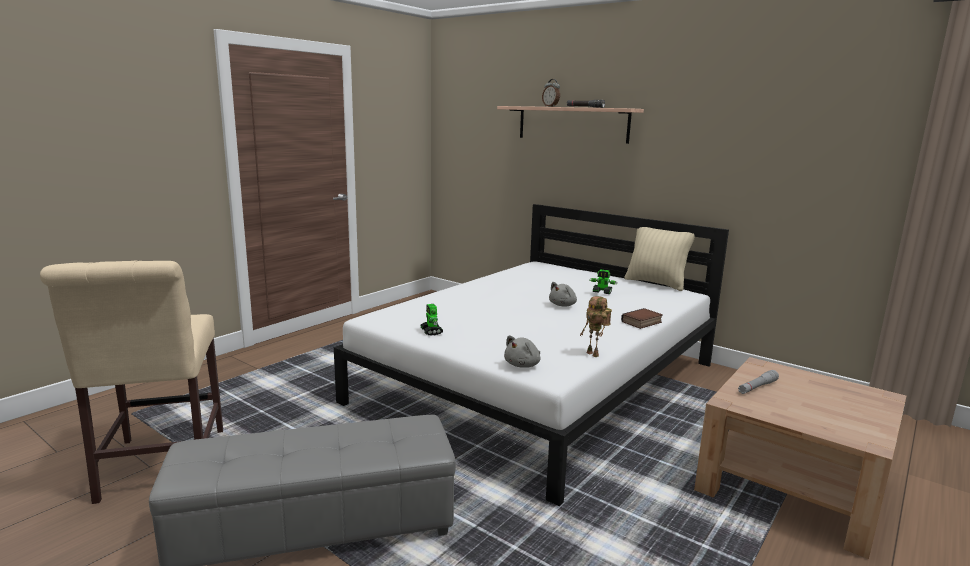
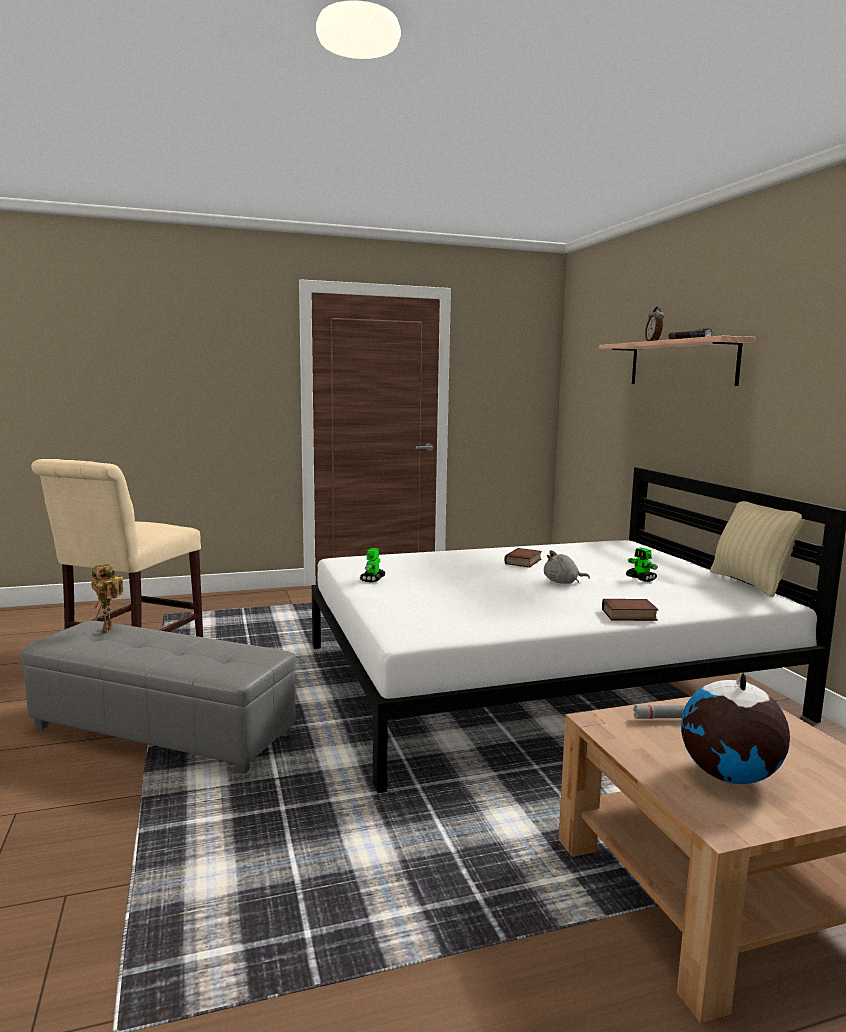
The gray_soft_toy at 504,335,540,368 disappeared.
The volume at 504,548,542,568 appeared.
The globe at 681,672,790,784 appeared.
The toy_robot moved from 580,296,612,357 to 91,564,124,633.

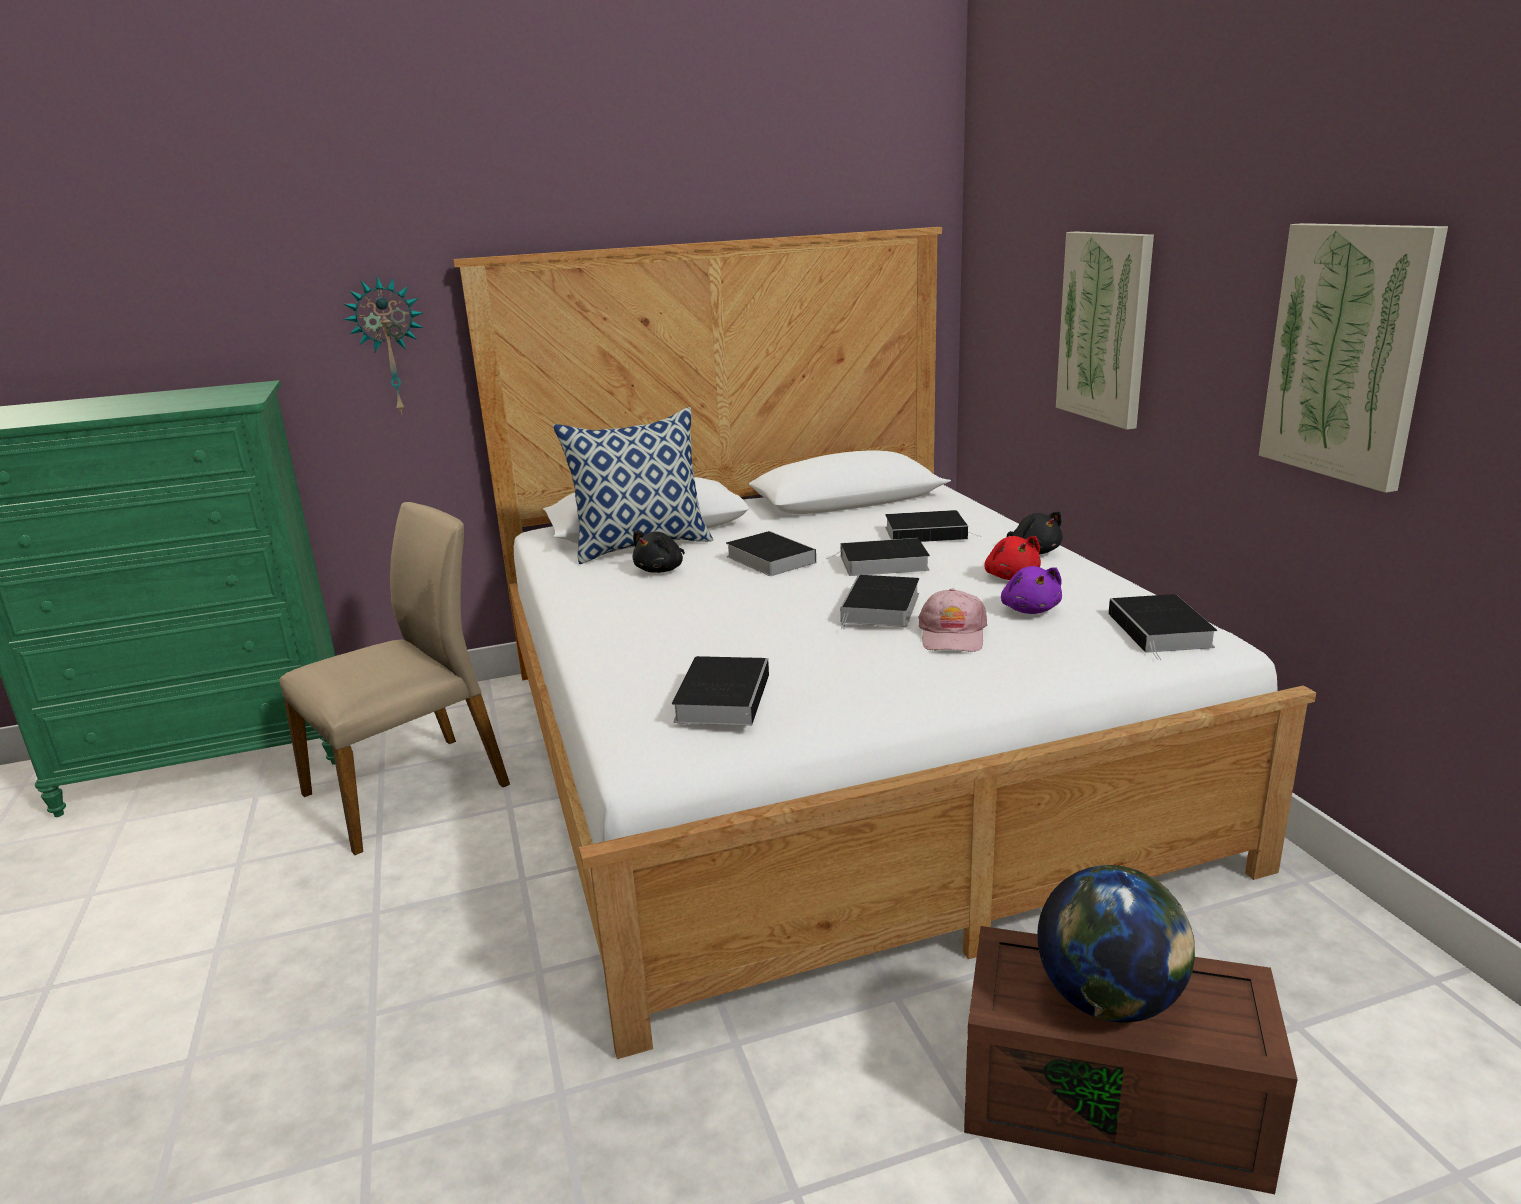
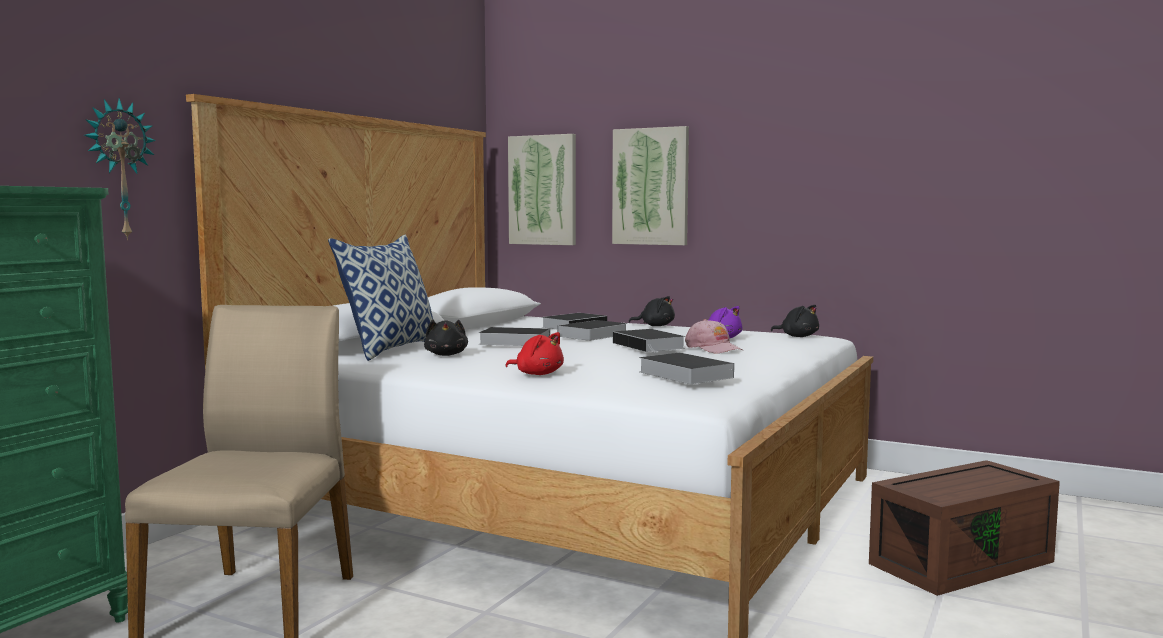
The globe at 1037,865,1195,1023 disappeared.
The reddish_soft_toy moved from 984,536,1041,580 to 506,332,564,375.
The picture moved from 1259,223,1448,493 to 508,134,576,245.
The volume at 1109,594,1217,660 was replaced by the black_soft_toy at 771,305,819,337.

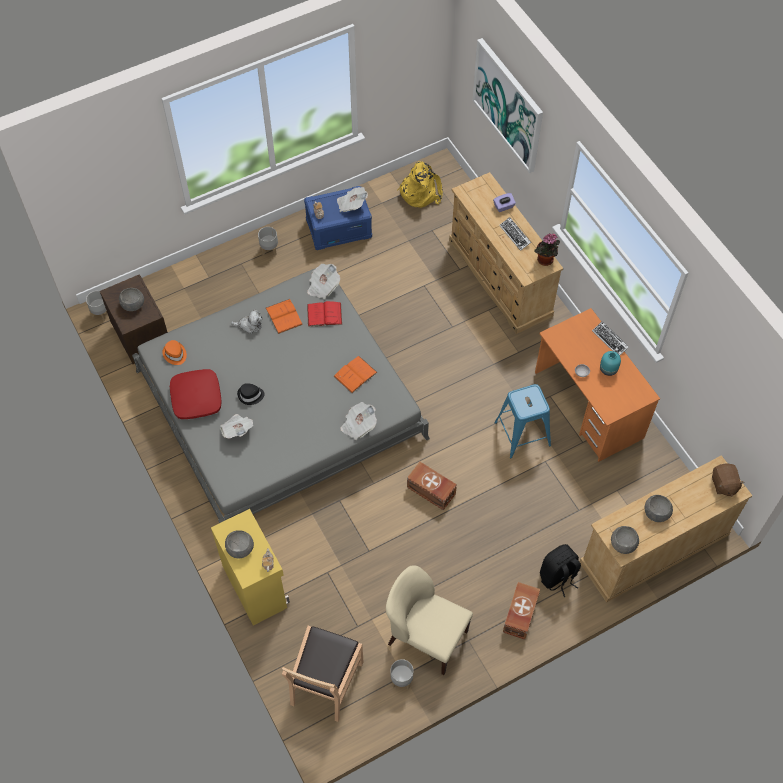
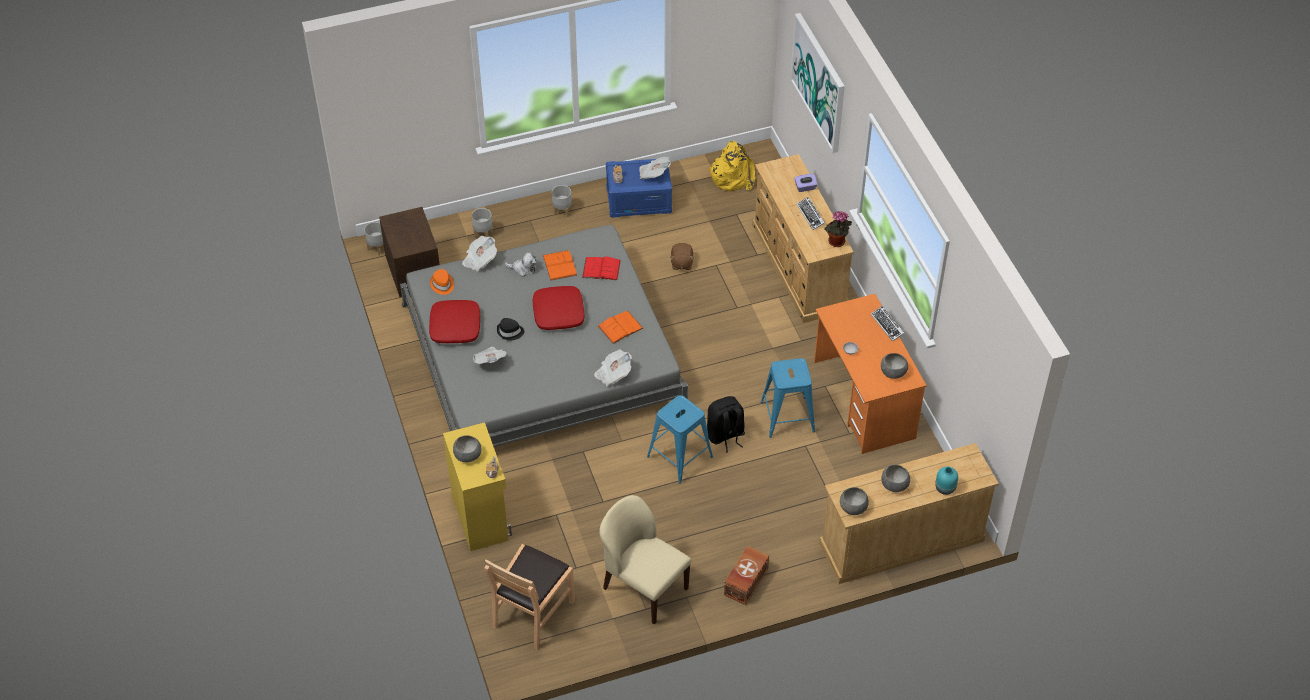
The reddish_cushion at 533,286,585,330 appeared.
The gray_deep_dish moved from 119,288,144,311 to 881,353,908,379.
The daily_paper moved from 307,263,340,299 to 462,236,497,271.
The gray_plant_pot moved from 391,659,413,689 to 472,208,493,238.
The black_rucksack moved from 540,544,581,597 to 707,396,745,453.
The turquoise-coloured_flower_vase moved from 600,351,621,376 to 935,466,958,495.
The brown-coloured_soft_toy moved from 712,463,745,497 to 670,243,694,270.
The brown-coloured_storage_box at 407,462,457,510 was replaced by the blue_sitting_stool at 647,395,713,484.

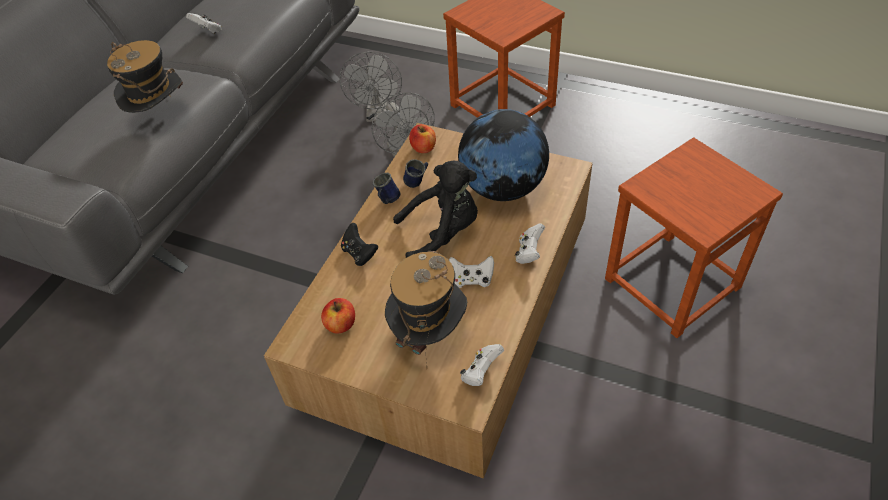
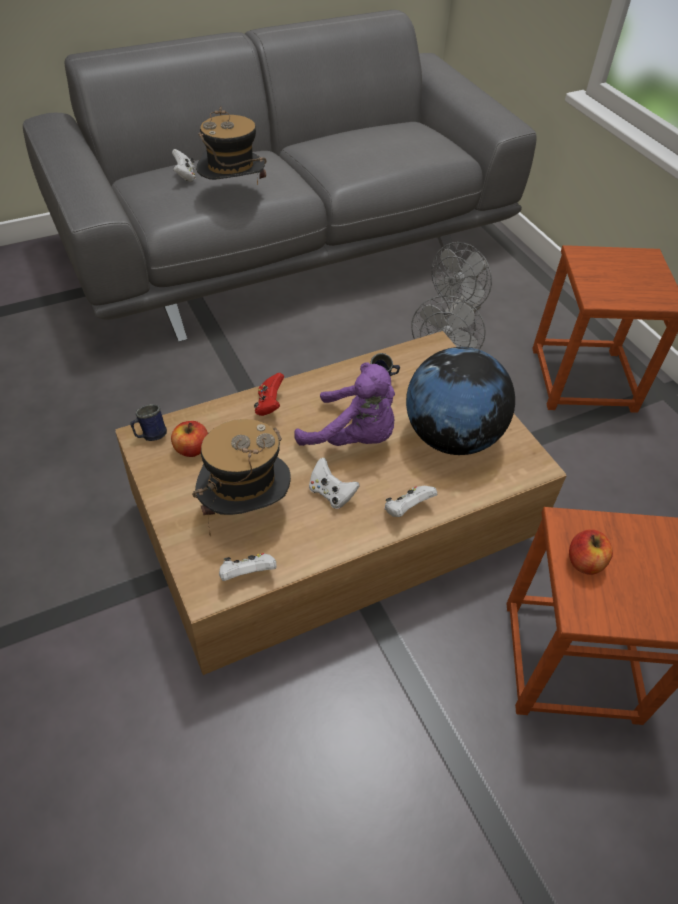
The whitish_gamepad moved from 186,13,222,34 to 172,149,196,182.
The blue_tea_mug moved from 373,173,400,204 to 130,404,167,441.
The whole_apple moved from 409,124,436,153 to 569,529,613,575.
The black_gamepad at 341,223,378,266 became the reddish_gamepad at 254,373,284,416.
The black_soft_toy at 393,161,478,258 became the purple_soft_toy at 294,363,395,446.

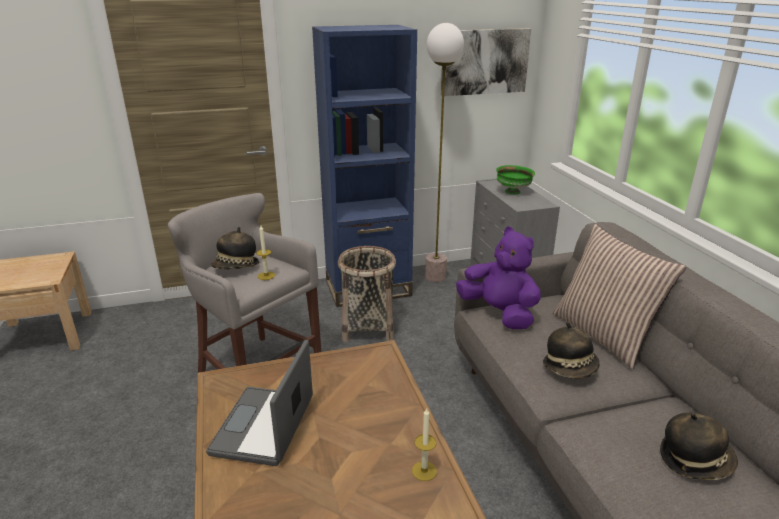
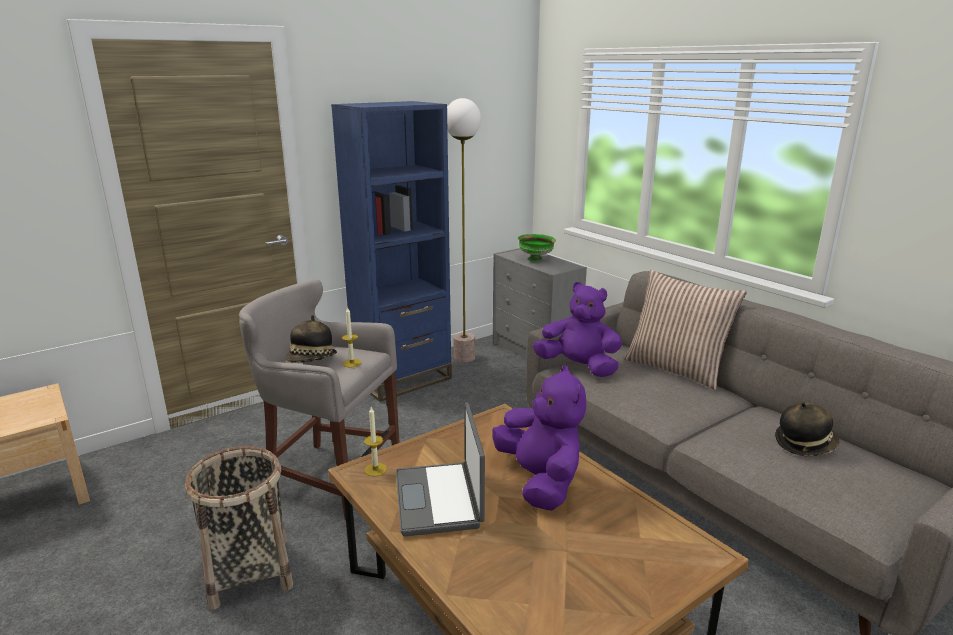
The picture at 441,28,531,96 disappeared.
The clothing_hat at 543,322,600,378 disappeared.
The purple_soft_toy at 492,365,586,511 appeared.
The storage_basket moved from 338,246,396,342 to 185,446,293,610.
The wax_candle moved from 412,408,437,481 to 364,407,387,476.

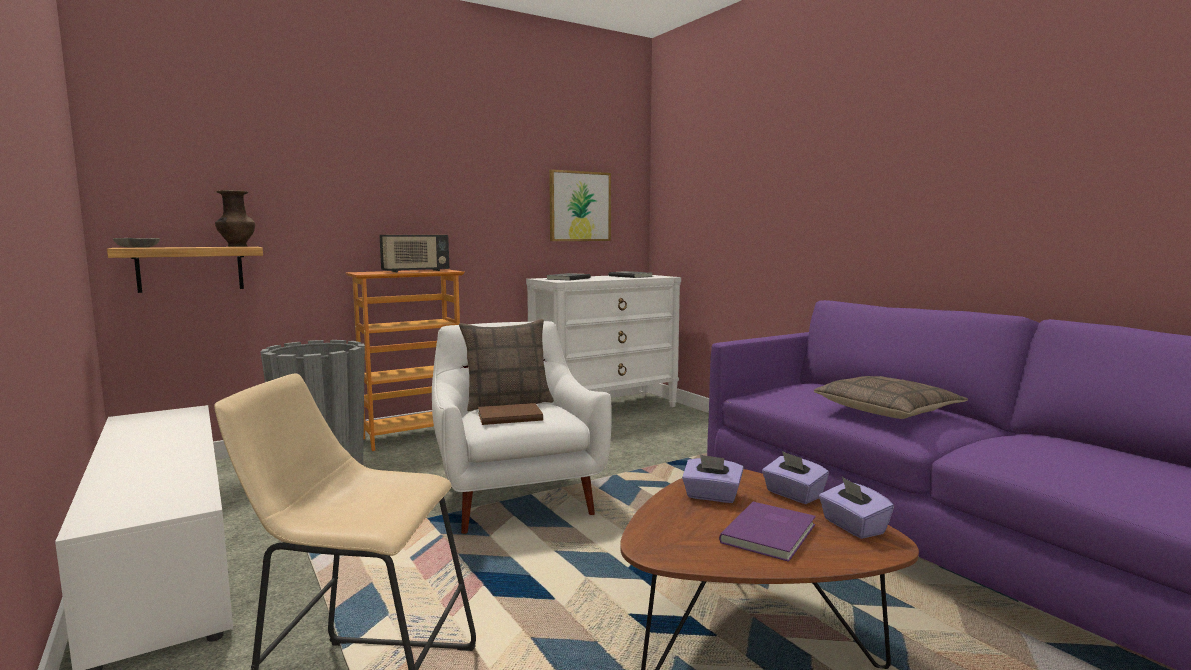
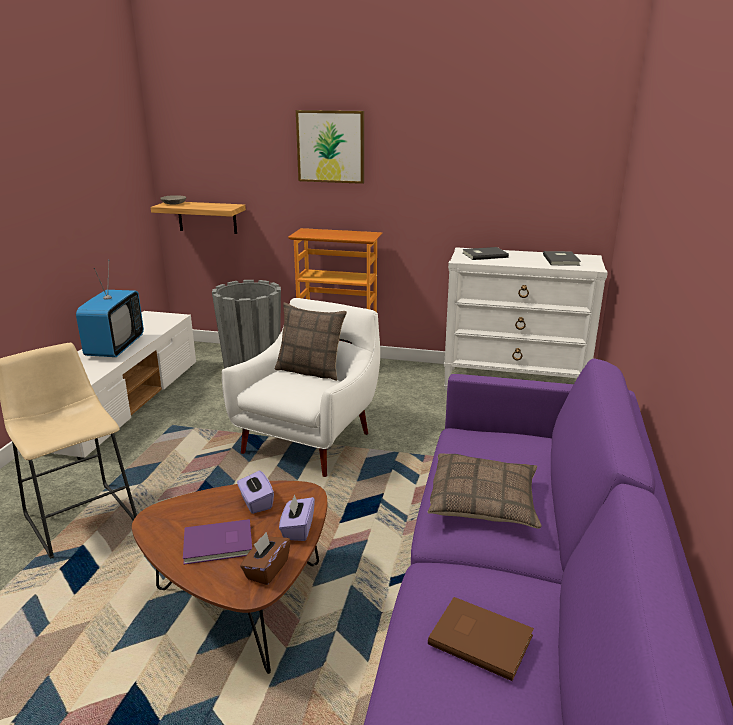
The brown-coloured_flower_vase at 215,190,255,247 disappeared.
The radio at 379,235,449,272 disappeared.
The TV_set at 76,264,144,357 appeared.
The brown-coloured_volume moved from 478,403,543,425 to 428,597,534,681.
The picture moved from 549,169,611,241 to 296,110,364,184.
The purple_tissue_holder at 819,477,894,539 became the brown-coloured_tissue_holder at 240,532,291,585.

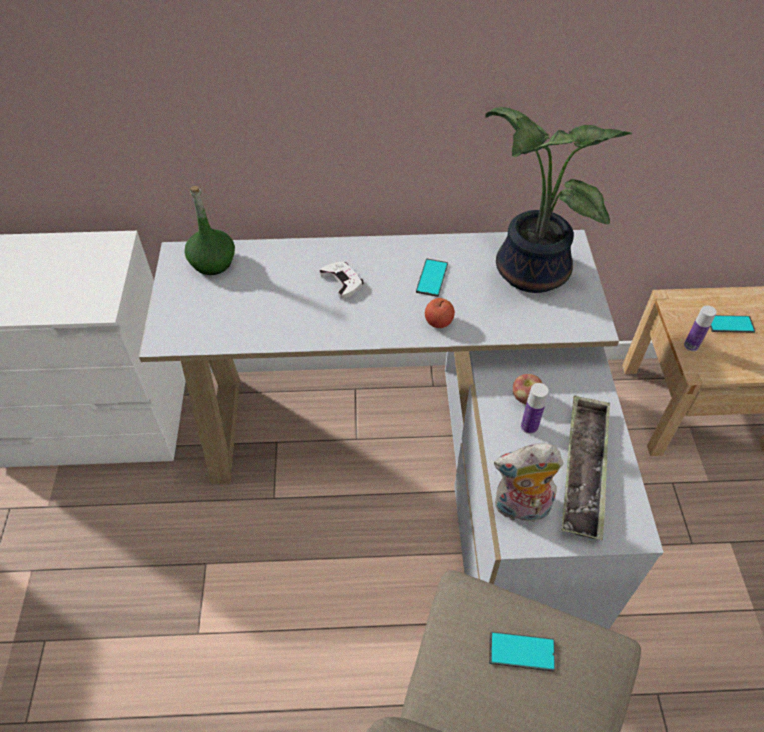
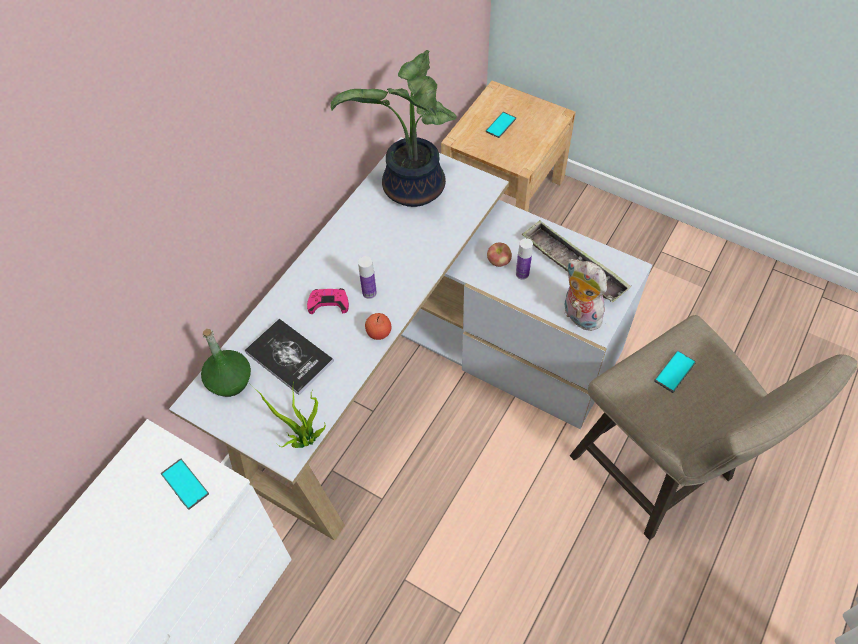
The volume at 245,319,334,395 appeared.
The houseplant at 250,380,326,448 appeared.
The phone moved from 416,259,448,297 to 161,459,209,510.
The whole_apple moved from 425,298,455,328 to 365,313,391,340.
The drink_bottle moved from 684,305,717,351 to 358,256,377,299.
The whitish_gamepad at 320,261,364,299 became the pinkish_gamepad at 307,288,349,314.
The soft_toy at 494,444,563,526 turned 105 degrees clockwise.

